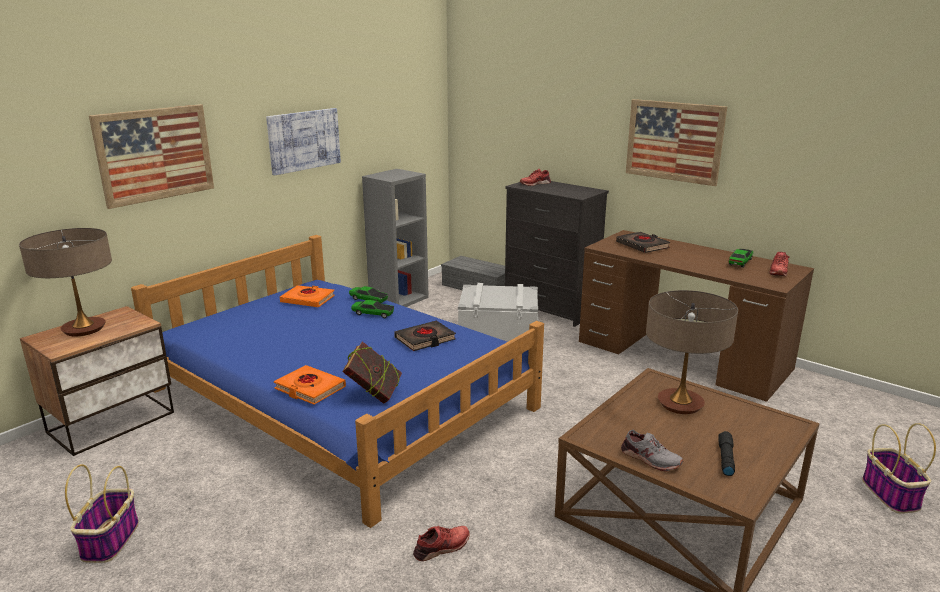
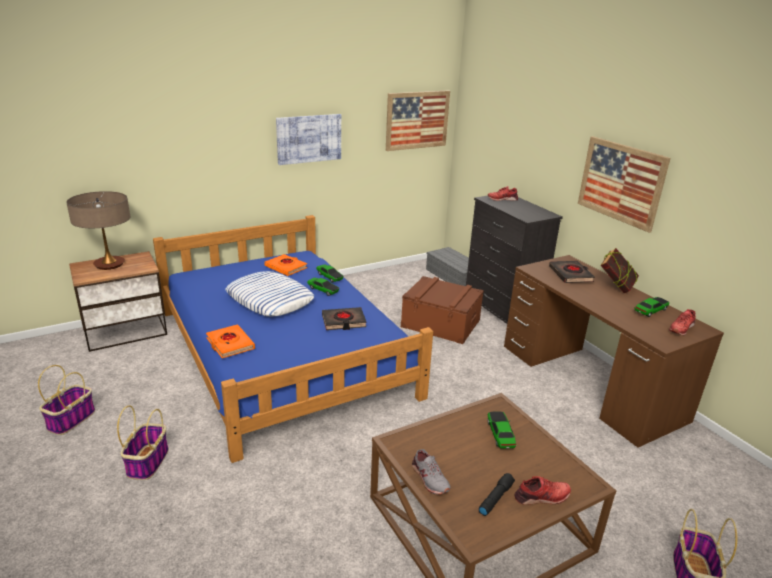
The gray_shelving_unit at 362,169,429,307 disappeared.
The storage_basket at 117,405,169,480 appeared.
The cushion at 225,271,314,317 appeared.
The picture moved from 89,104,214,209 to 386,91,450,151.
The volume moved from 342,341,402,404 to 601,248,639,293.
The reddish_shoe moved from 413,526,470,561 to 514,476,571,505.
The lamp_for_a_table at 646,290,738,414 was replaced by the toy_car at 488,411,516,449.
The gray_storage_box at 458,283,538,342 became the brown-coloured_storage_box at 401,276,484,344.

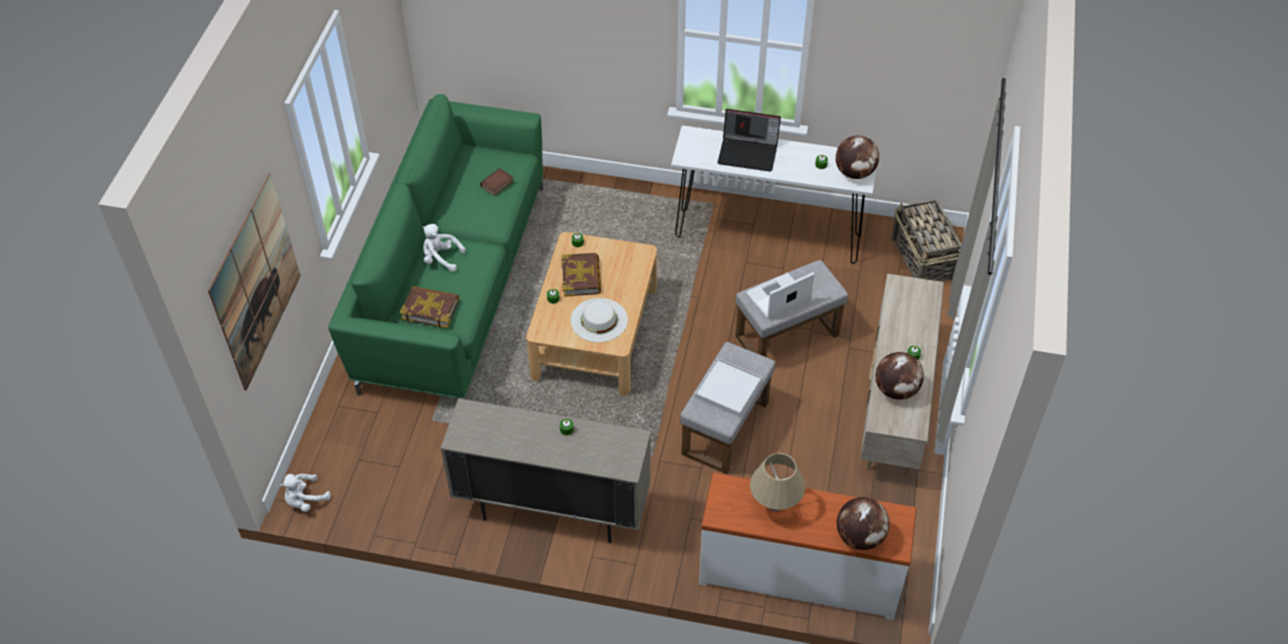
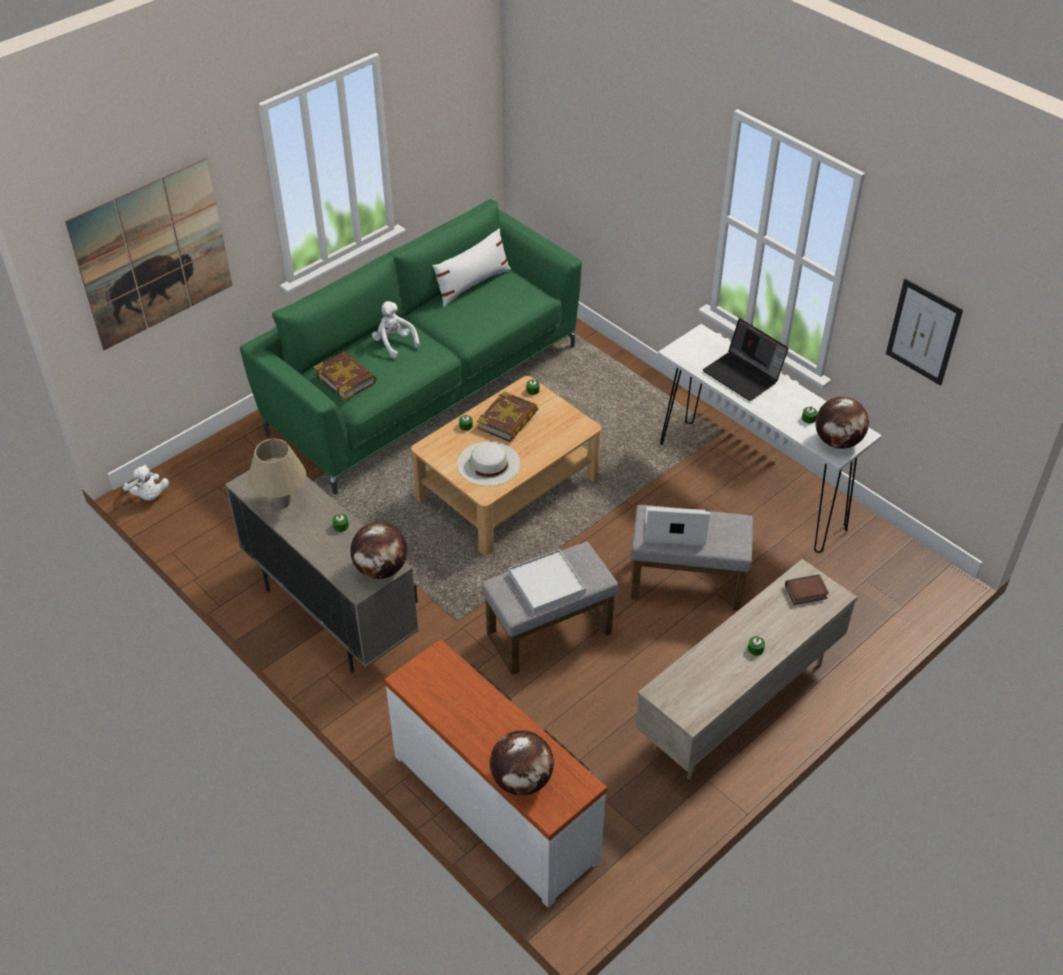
The storage_basket at 892,200,961,281 disappeared.
The whitish_cushion at 432,228,511,307 appeared.
The picture at 886,279,963,386 appeared.
The volume moved from 480,168,514,196 to 785,574,829,605.
The beige_lamp_for_a_table moved from 750,453,805,512 to 248,438,306,508.
The globe moved from 876,352,924,400 to 350,522,408,579.
The whitish_soft_toy at 280,474,331,512 turned 120 degrees counterclockwise.

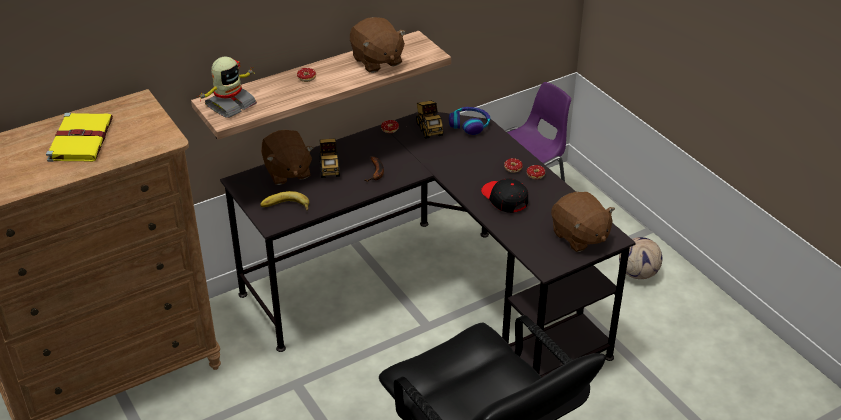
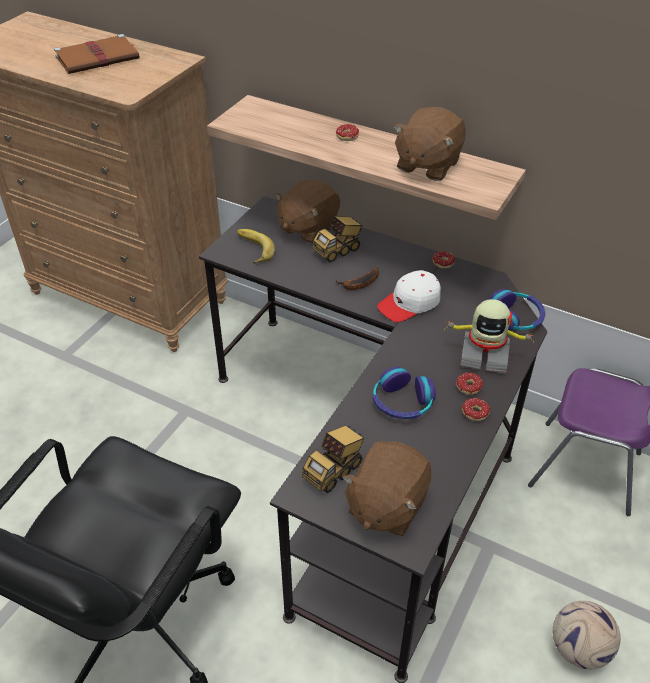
The whitish_baseball_cap at 377,270,441,322 appeared.
The toy_robot moved from 197,57,257,118 to 443,299,534,374.
The toy_lorry moved from 416,101,443,138 to 302,425,365,493.
The black_baseball_cap at 481,178,528,213 was replaced by the headset at 373,367,436,419.
The yellowish_volume at 46,113,113,162 became the brown-coloured_volume at 54,34,140,74.

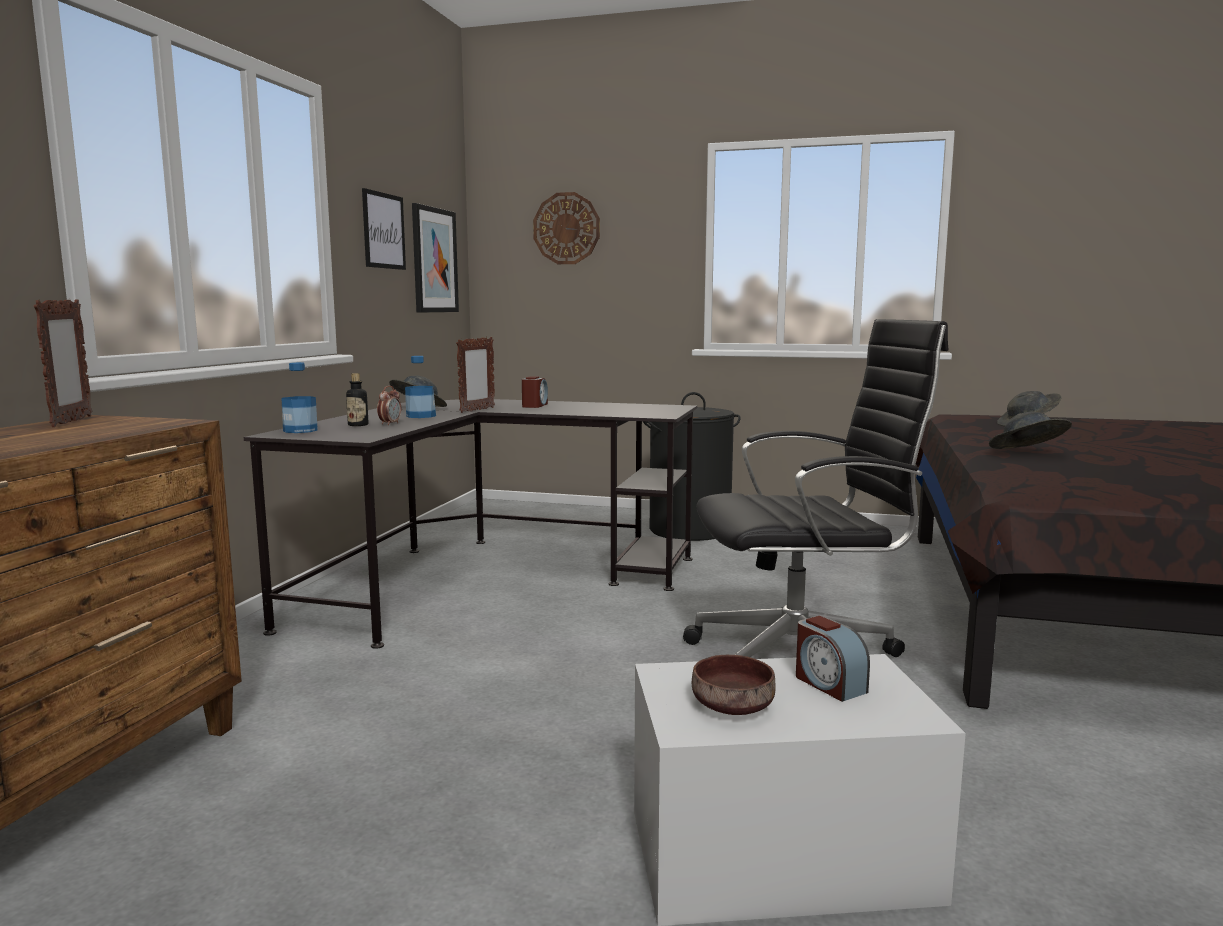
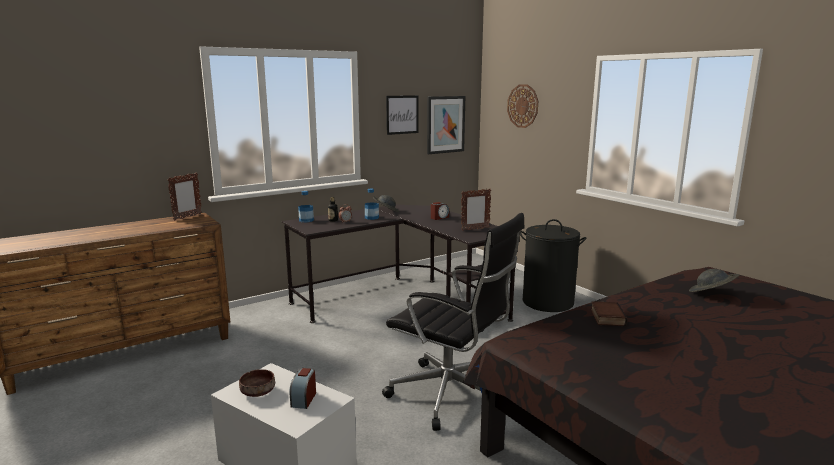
The picture_frame moved from 456,337,495,413 to 461,188,491,231.
The gray_clothing_hat at 989,412,1072,449 was replaced by the volume at 591,301,628,326.

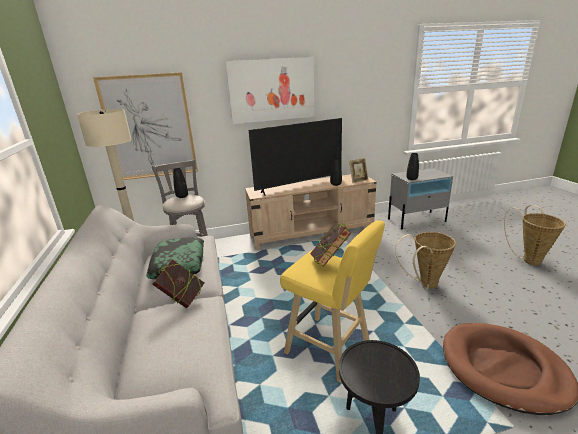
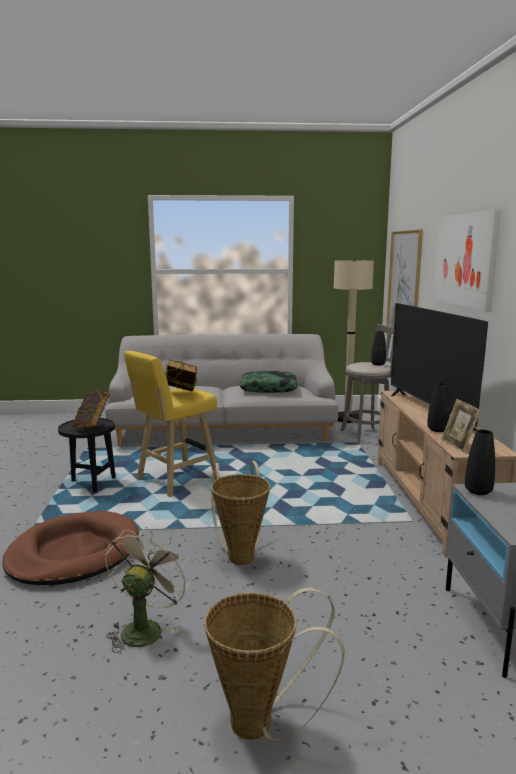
The beige_electric_fan at 105,527,191,653 appeared.
The volume moved from 152,259,204,308 to 72,390,110,429.

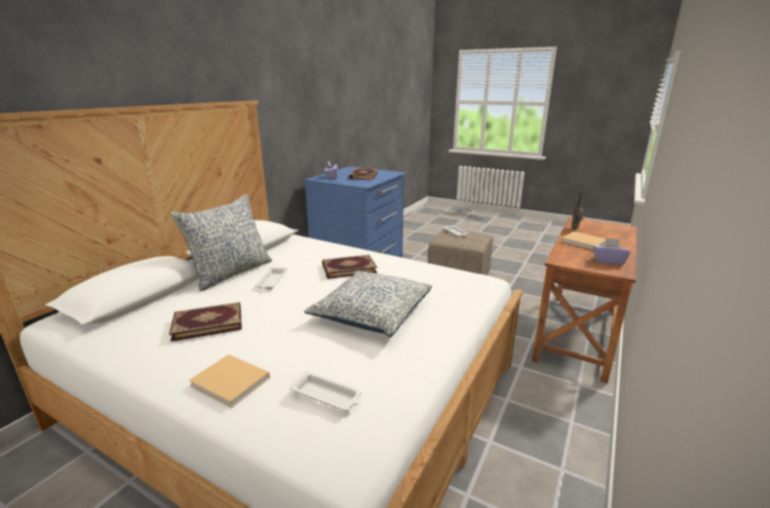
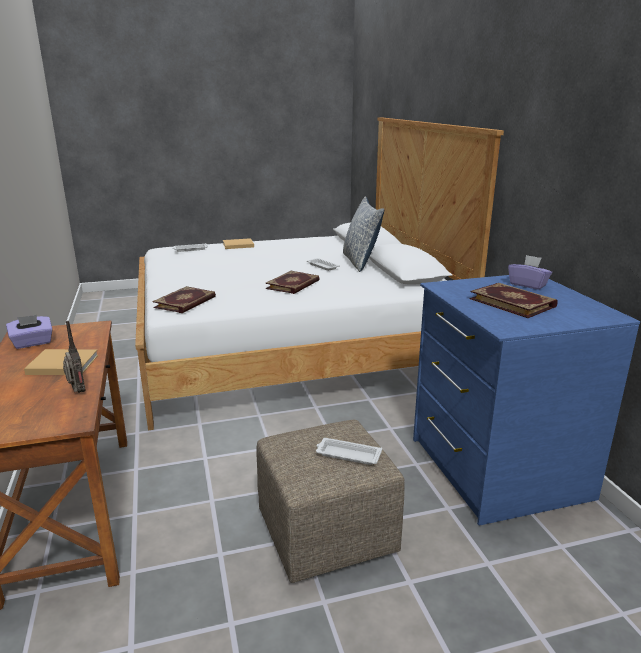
The cushion at 304,271,432,337 disappeared.
The volume moved from 169,302,242,341 to 153,286,216,313.

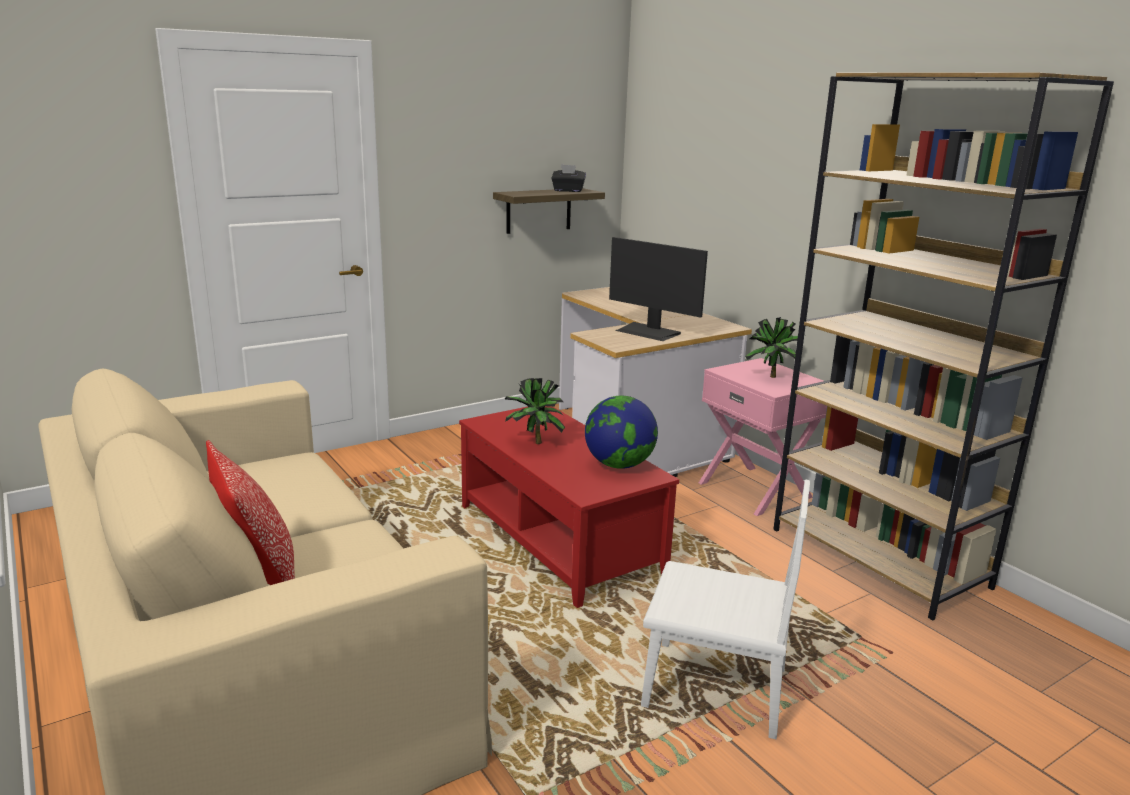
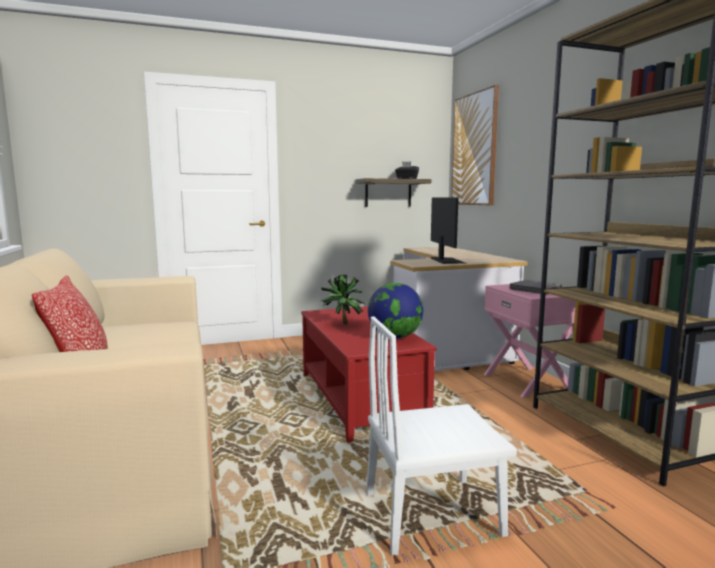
The picture at 451,85,499,205 appeared.
The houseplant at 746,317,798,378 was replaced by the gray_volume at 510,280,562,295.
The computer_screen at 609,237,708,341 turned 150 degrees counterclockwise.
The whitish_chair at 641,480,810,739 turned 135 degrees clockwise.

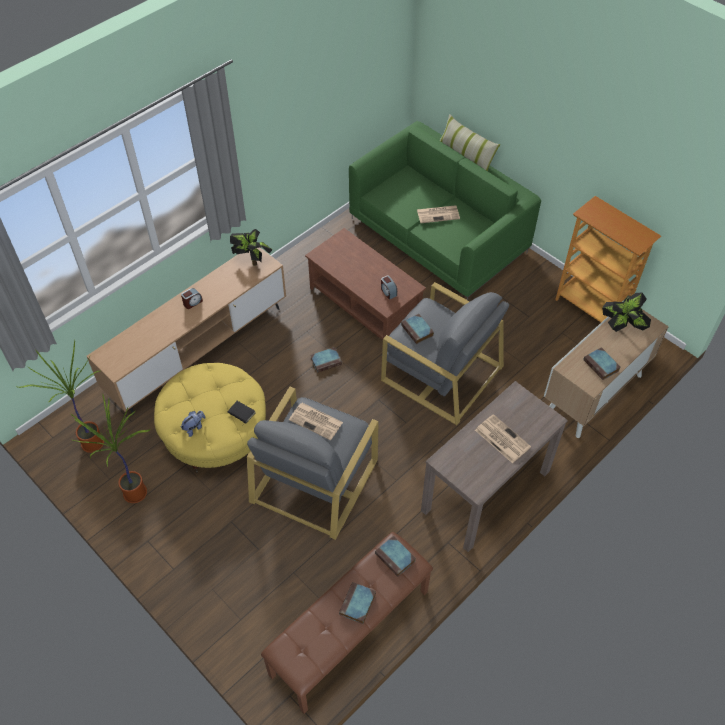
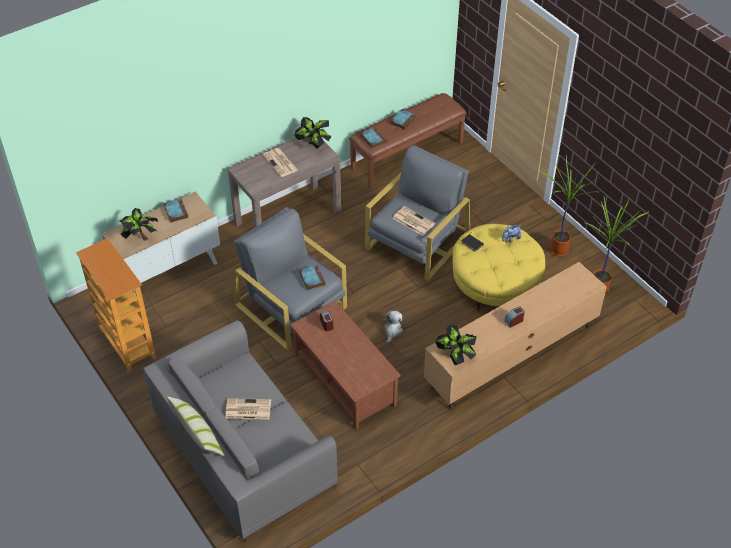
The houseplant at 294,117,332,148 appeared.
The volume at 310,347,342,373 was replaced by the soft_toy at 383,311,403,343.
The green_settee at 349,121,541,300 became the gray_settee at 143,320,338,542.

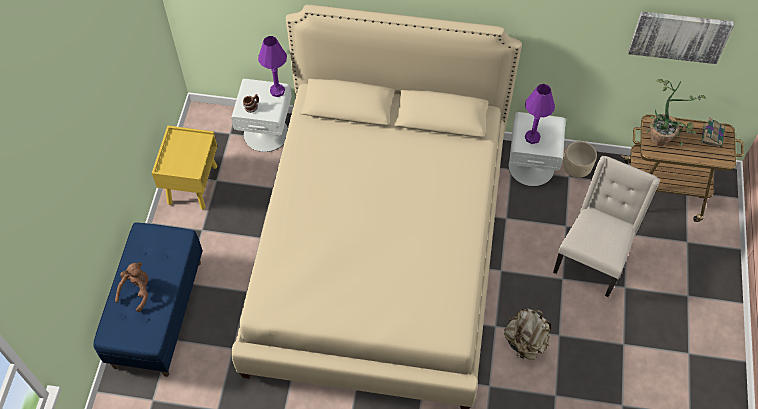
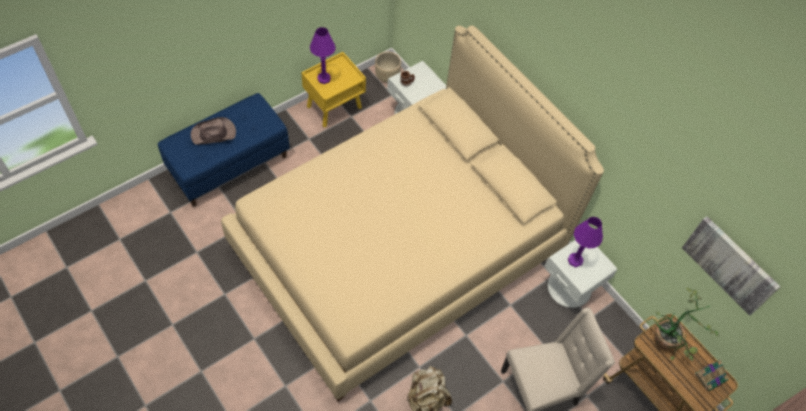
The purple_lamp_for_a_table moved from 258,36,287,97 to 310,27,336,84.
The beige_plant_pot moved from 563,141,597,178 to 375,52,401,83.
The brown-coloured_soft_toy at 115,262,148,312 was replaced by the brown-coloured_clothing_hat at 191,117,236,145.

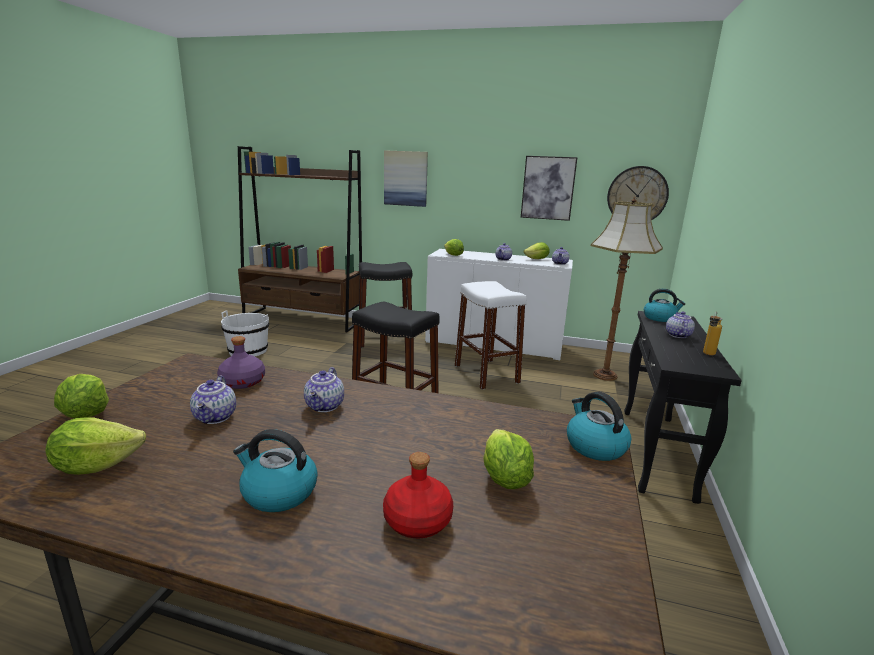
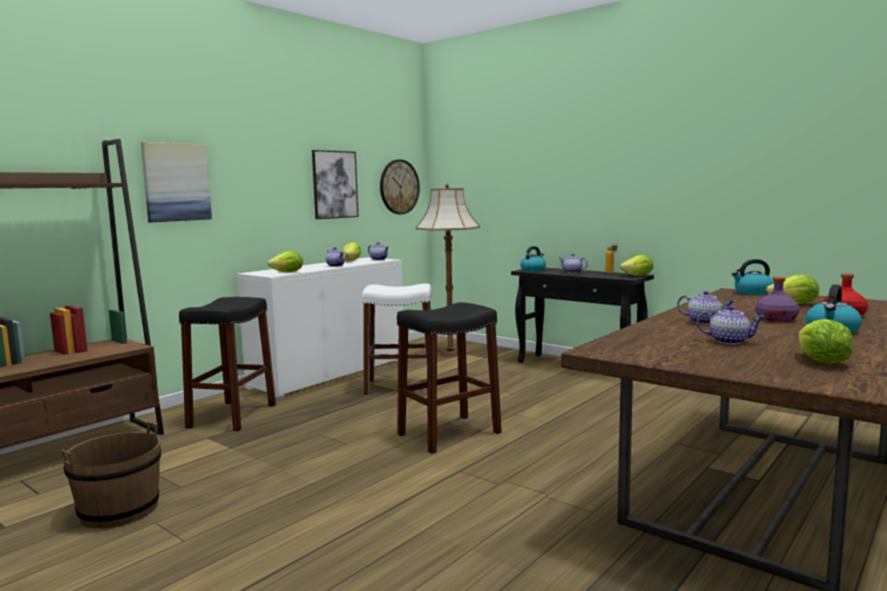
The lettuce_head moved from 54,374,109,419 to 620,255,653,276.
The purple_drink_bottle moved from 217,336,265,389 to 755,277,800,322.
The whitish_water_bucket at 221,310,269,356 became the brown-coloured_water_bucket at 61,422,161,528.

